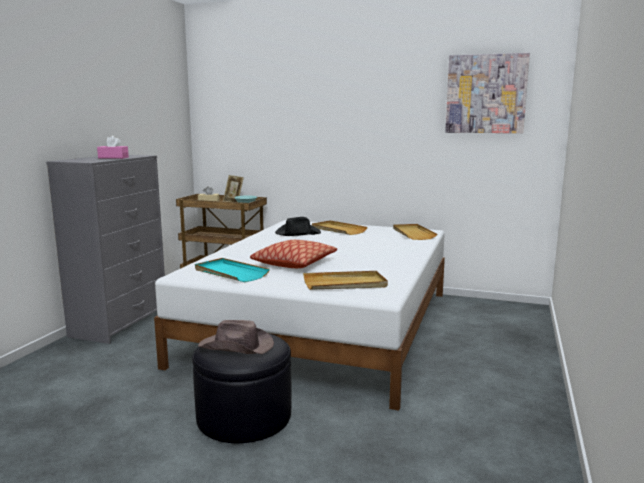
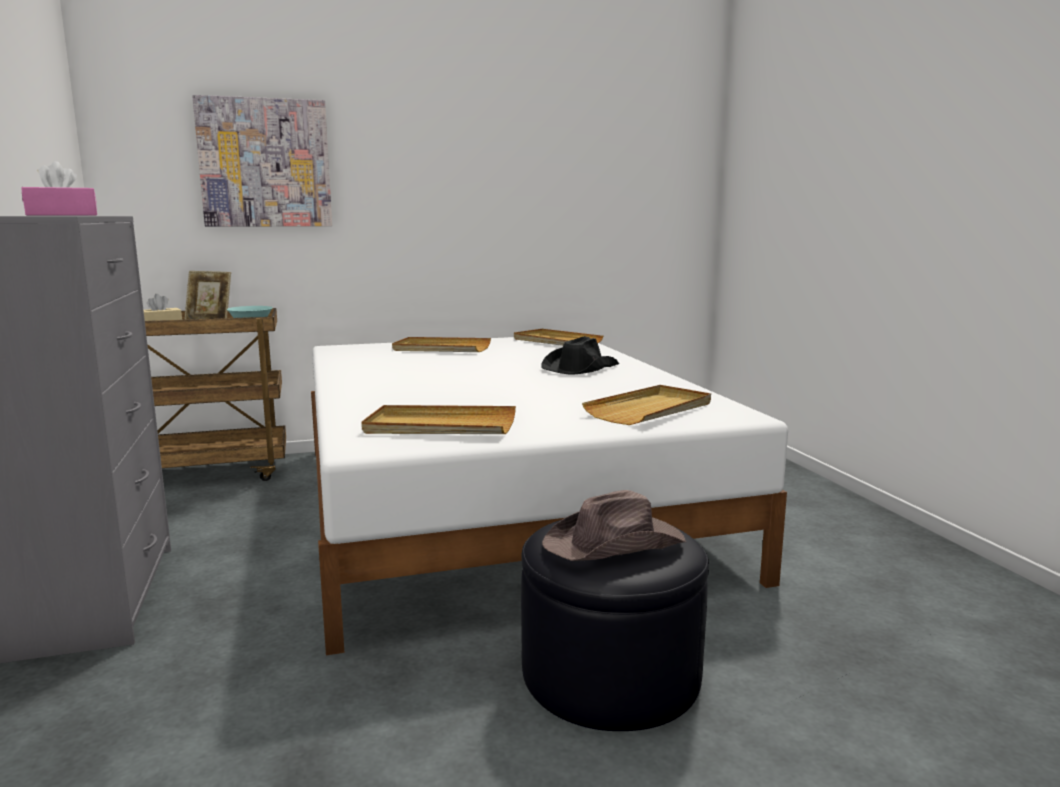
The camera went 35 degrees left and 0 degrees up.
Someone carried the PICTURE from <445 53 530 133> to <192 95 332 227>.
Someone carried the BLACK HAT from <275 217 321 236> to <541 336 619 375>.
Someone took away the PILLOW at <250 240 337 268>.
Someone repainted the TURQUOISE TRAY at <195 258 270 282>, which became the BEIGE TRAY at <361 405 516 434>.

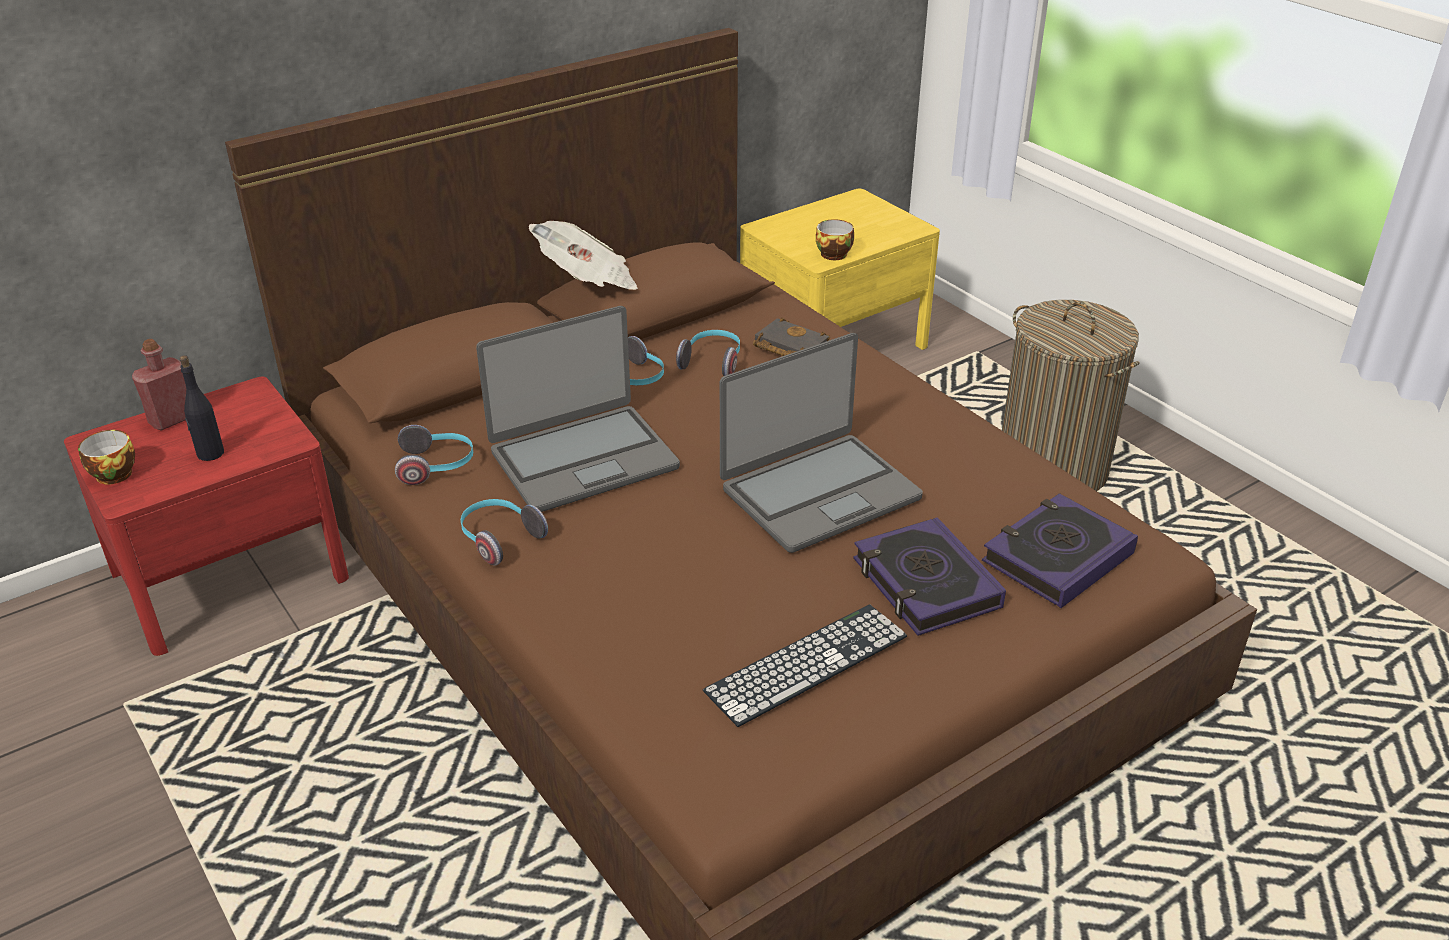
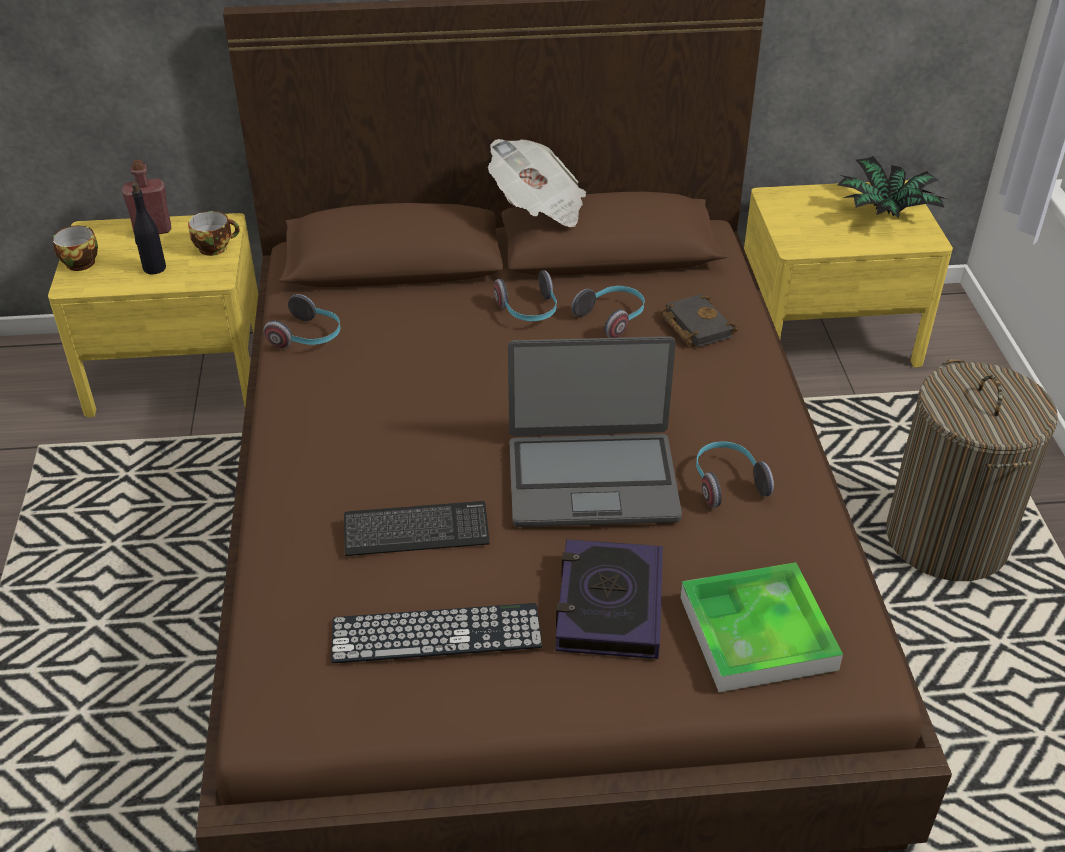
The camera went 30 degrees right and 5 degrees up.
Someone carried the CUP from <816 219 854 260> to <188 211 240 256>.
Someone took away the LAPTOP at <476 306 680 512>.
Someone repainted the RED NIGHTSTAND at <64 377 349 656>, which became the YELLOW NIGHTSTAND at <48 213 258 417>.
Someone swapped the BOOK at <982 493 1138 608> for the TRAY at <680 562 843 692>.
Someone carried the HEADPHONES from <461 499 548 565> to <696 441 774 508>.
Someone put down the POTTED PLANT at <838 156 946 218>.
Someone put down the KEYBOARD at <344 501 490 556>.

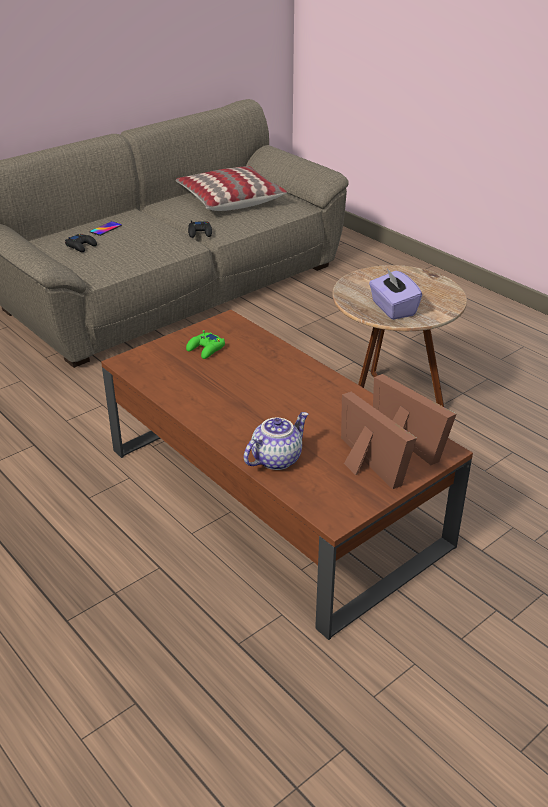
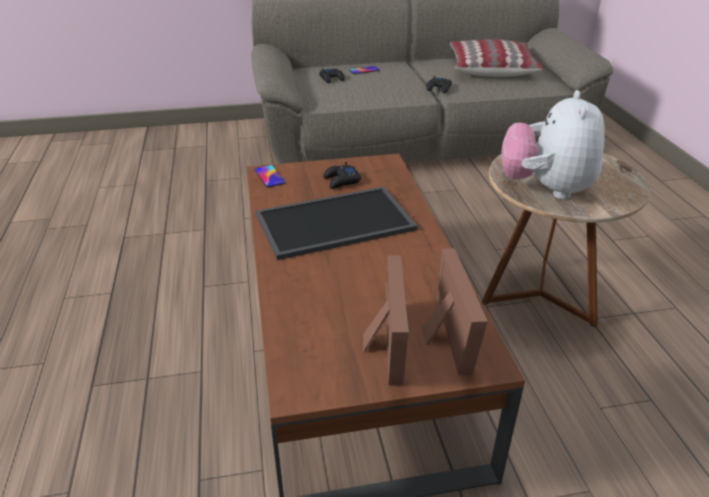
The camera went 30 degrees right and 0 degrees up.
Someone swapped the PURPLE TISSUE BOX at <369 268 422 320> for the PLUSH TOY at <501 90 605 200>.
Someone repainted the GREEN GAME CONTROLLER at <186 330 225 359>, which became the BLACK GAME CONTROLLER at <323 162 361 189>.
Someone took away the TEAPOT at <244 412 308 470>.
Someone put down the PHONE at <254 165 285 188>.
Someone put down the TRAY at <255 187 418 260>.

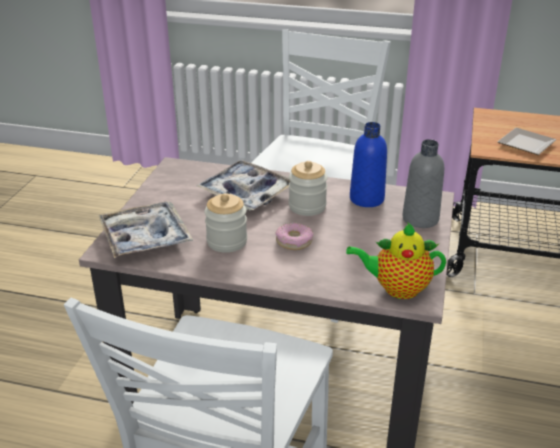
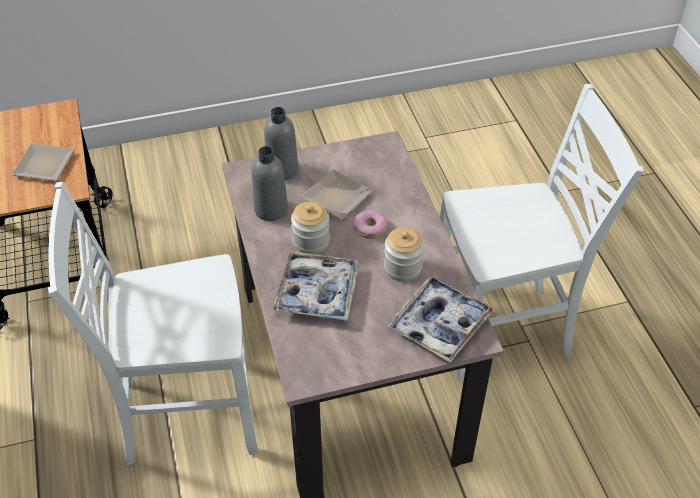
The camera went 120 degrees left and 15 degrees up.
Someone repainted the BLUE BOTTLE at <350 122 387 207>, which became the GREY BOTTLE at <252 146 288 221>.
Someone took away the TEAPOT at <346 222 446 299>.
Someone put down the PLATE at <301 169 373 220>.

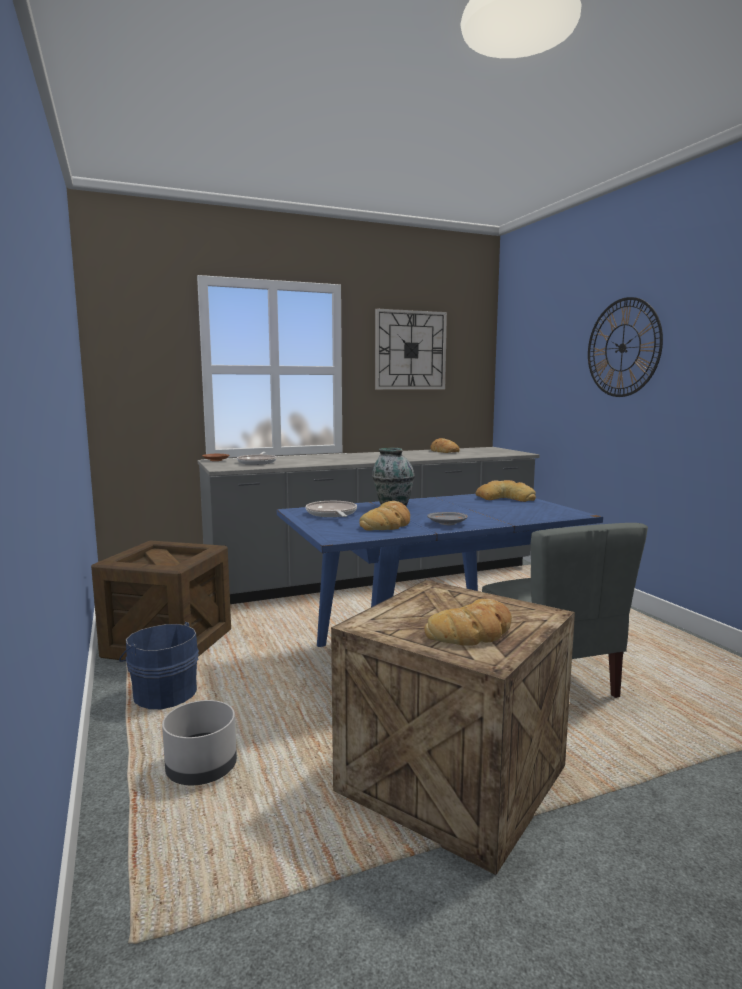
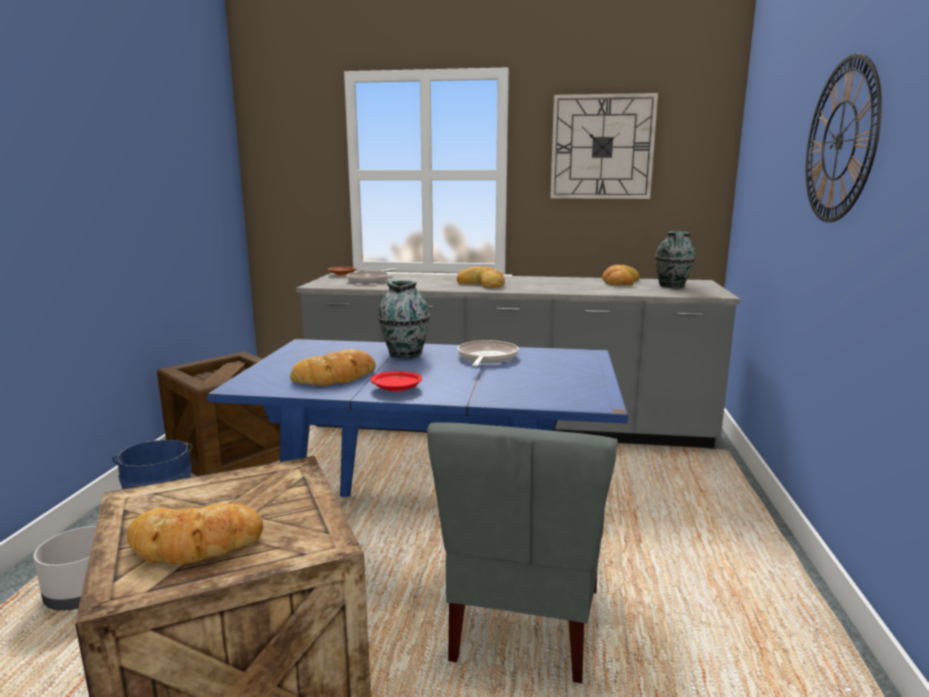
The camera went 30 degrees right and 5 degrees up.
Someone carried the BREAD from <476 480 536 502> to <457 266 505 288>.
Someone carried the FRYING PAN from <305 501 357 517> to <457 340 519 367>.
Someone repainted the GREY PLATE at <427 512 468 525>, which became the RED PLATE at <371 371 422 392>.
Someone put down the VASE at <655 231 696 288>.

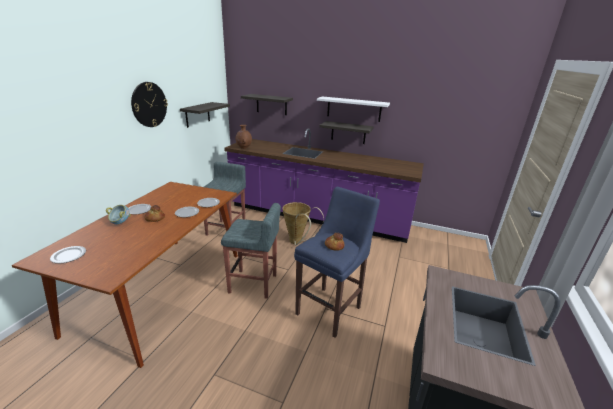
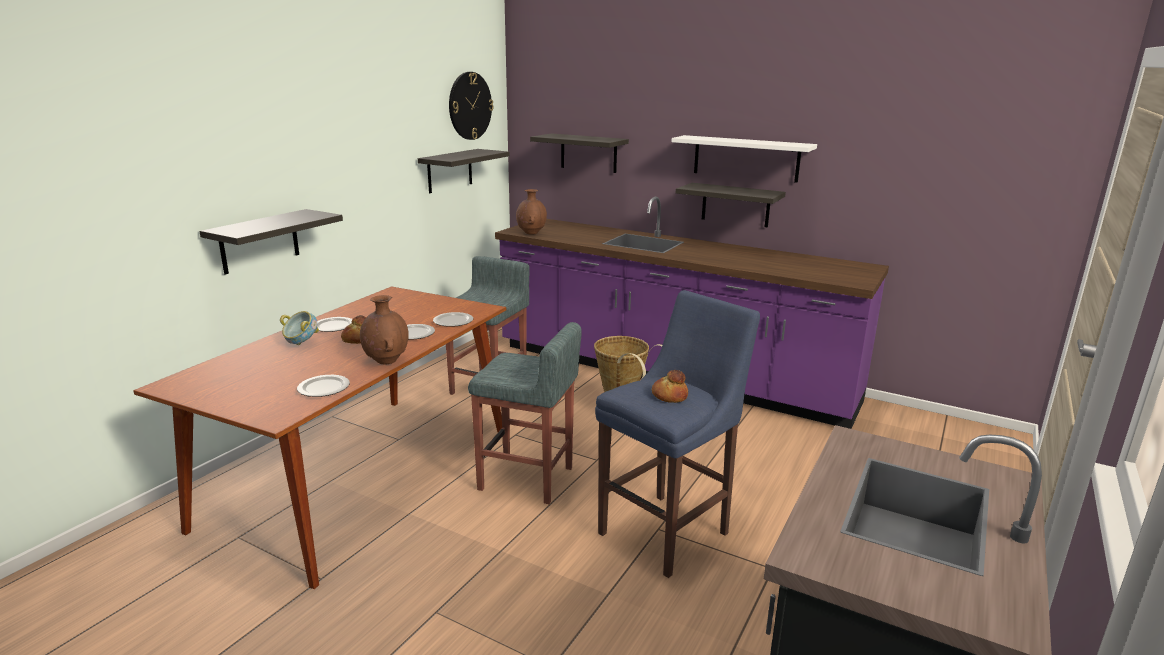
The camera went 10 degrees right and 5 degrees down.
Someone carried the WALL CLOCK from <131 82 168 127> to <449 72 494 140>.
Someone carried the PLATE from <50 246 86 263> to <297 375 350 397>.
Someone put up the SHELF at <199 209 343 275>.
Someone put down the BROWN VASE at <360 295 408 365>.

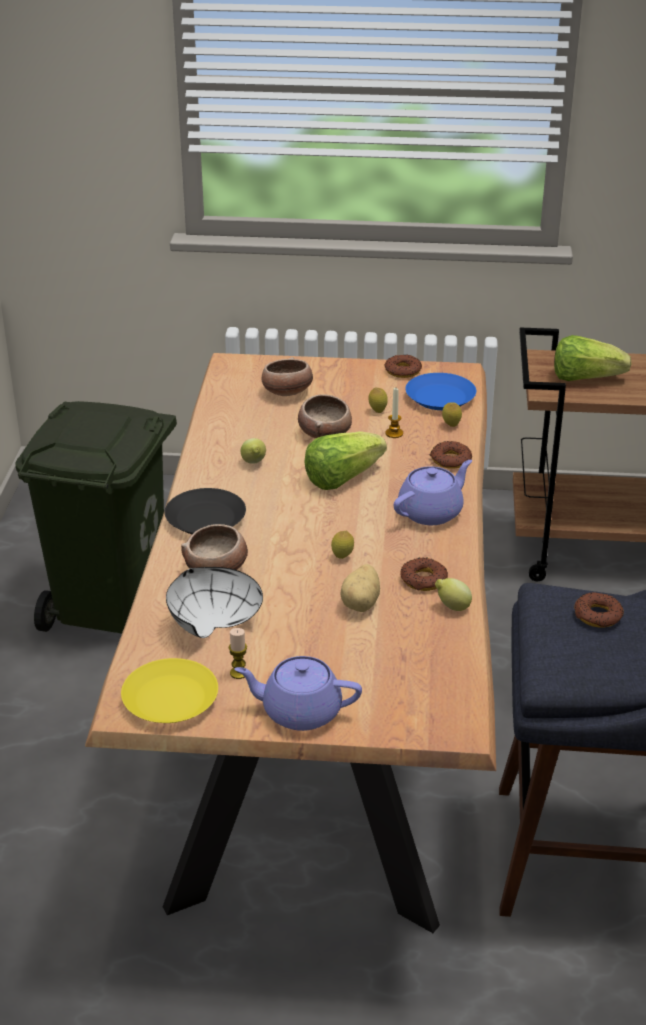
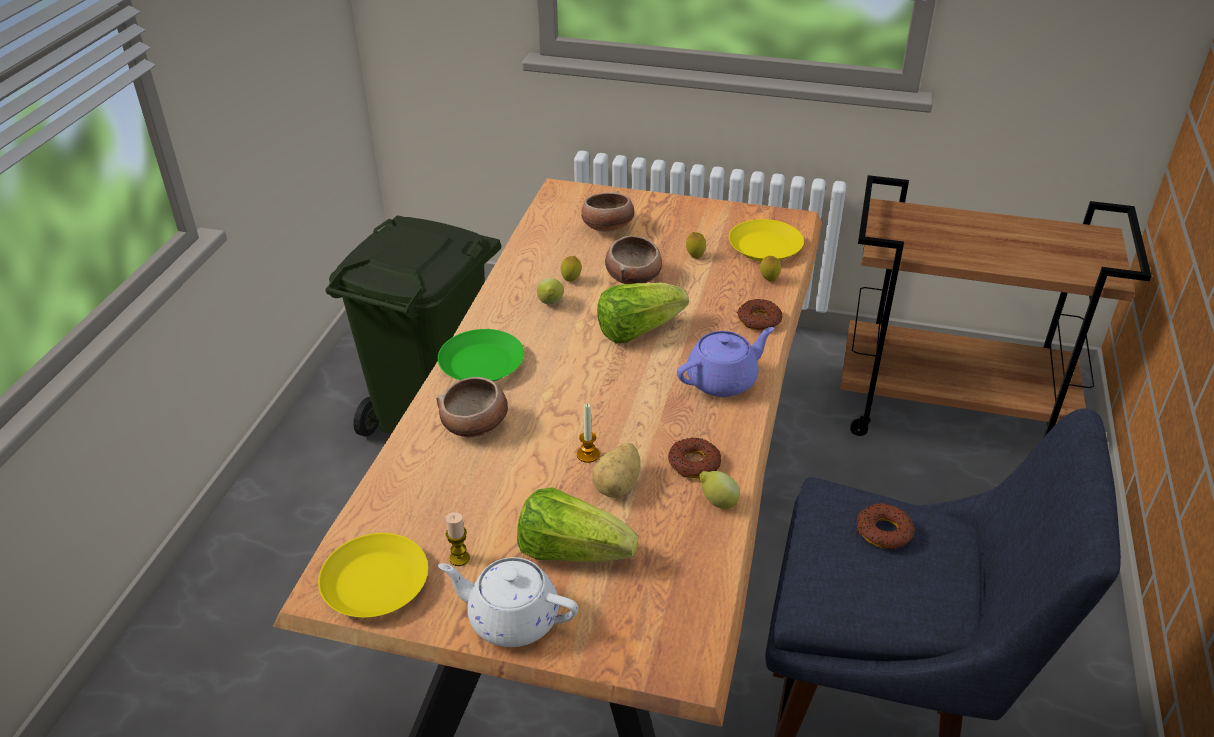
The camera went 10 degrees right and 5 degrees up.
Someone carried the LETTUCE from <554 335 631 381> to <517 487 638 562>.
Someone took away the DONUT at <384 355 422 378>.
Someone repainted the BLUE PLATE at <406 373 476 410>, which became the YELLOW PLATE at <729 219 804 261>.
Someone carried the CANDLE from <386 388 403 438> to <577 403 600 463>.
Someone repainted the BLACK PLATE at <165 488 246 534>, which became the GREEN PLATE at <438 329 524 381>.
Someone carried the LEMON from <331 531 354 559> to <561 256 582 282>.
Someone took away the WHITE BOWL at <166 567 263 638>.
Someone repainted the PURPLE TEAPOT at <234 656 362 731>, which became the WHITE TEAPOT at <438 557 578 647>.

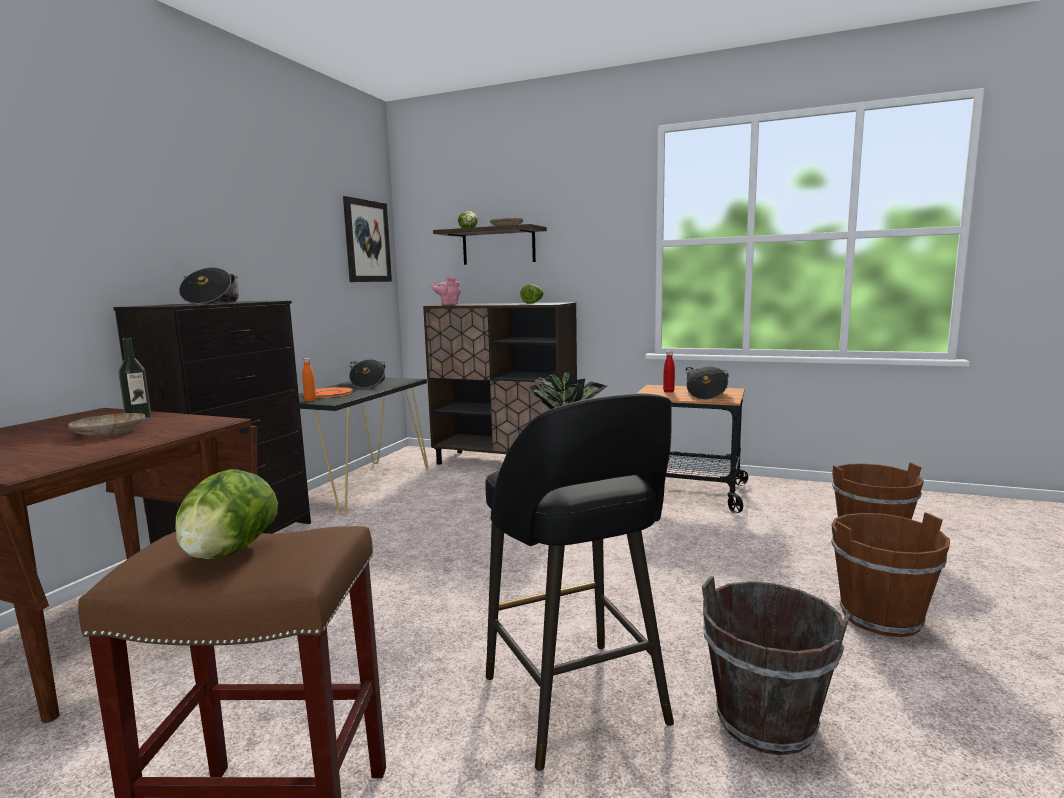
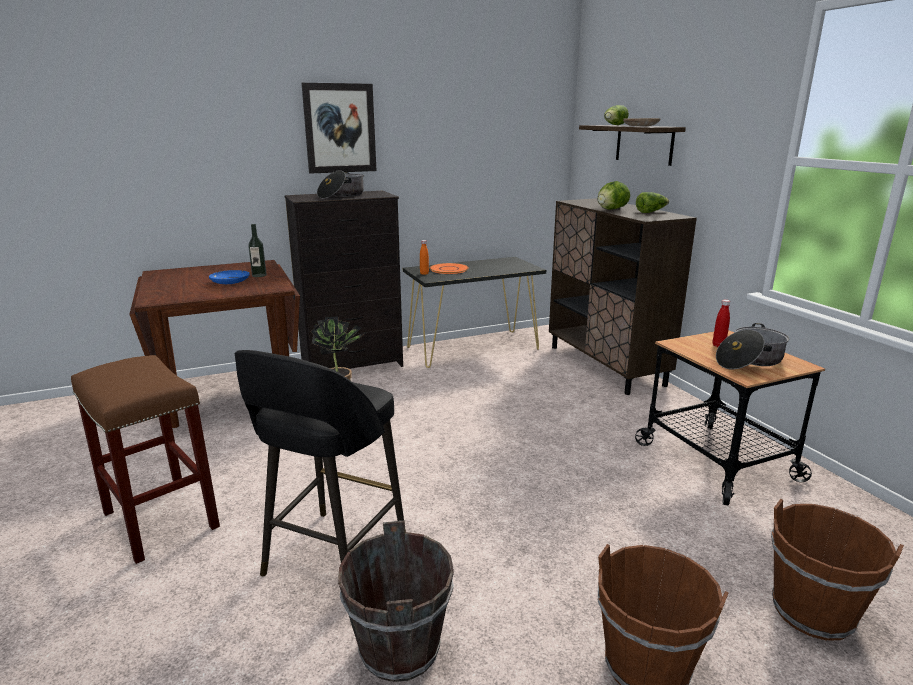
The camera went 45 degrees right and 10 degrees up.
Someone carried the PICTURE from <343 196 392 282> to <301 83 376 174>.
Someone took away the PINK TEAPOT at <431 277 461 305>.
Someone took away the COOKING POT at <349 359 385 388>.
Someone repainted the BEIGE PLATE at <68 413 145 436>, which became the BLUE PLATE at <209 270 250 284>.
Someone carried the LETTUCE from <175 469 278 560> to <597 181 630 209>.

